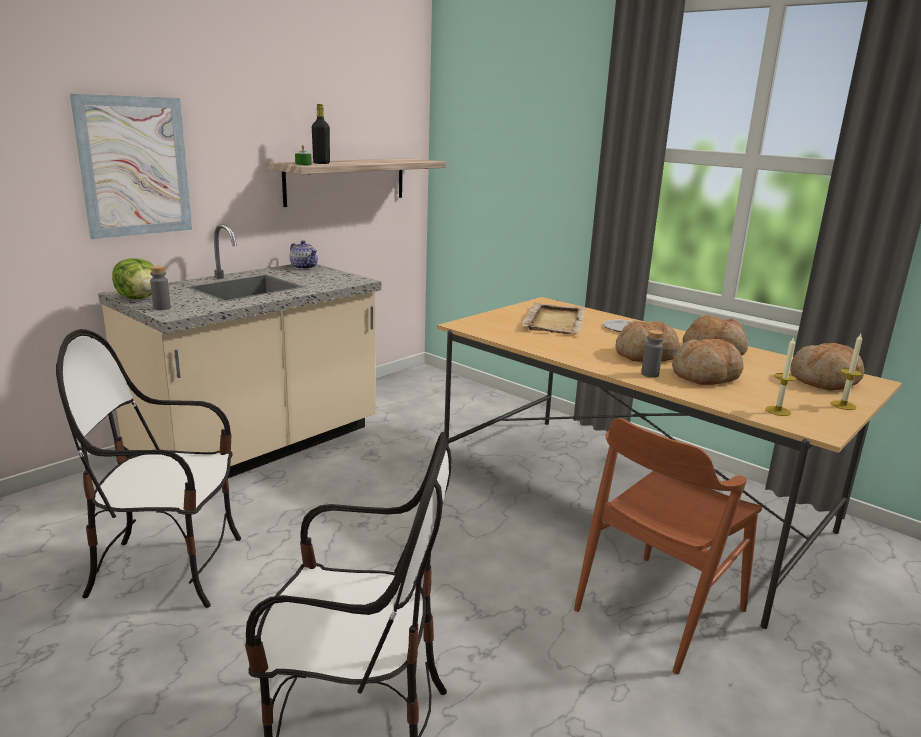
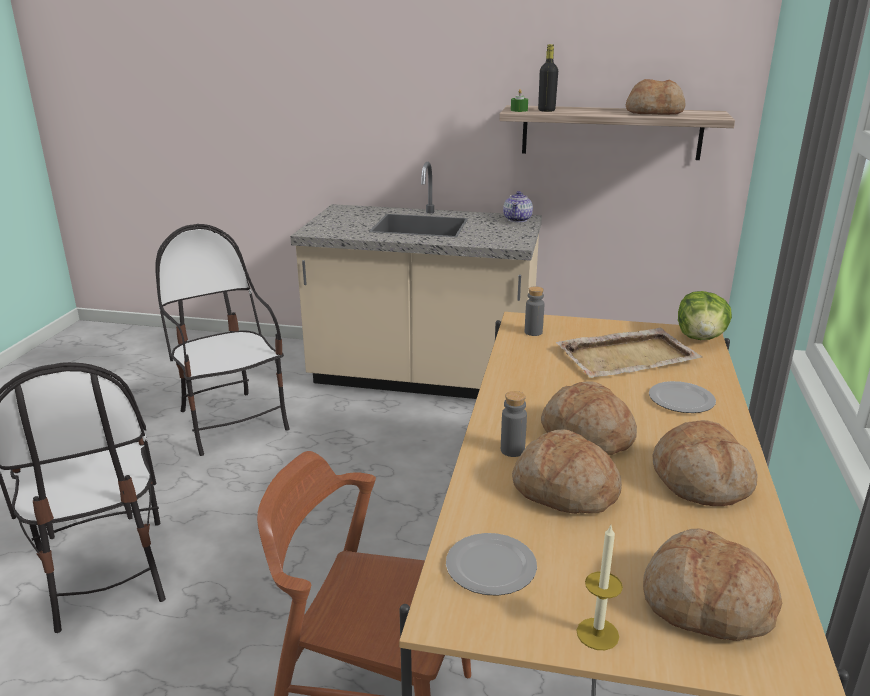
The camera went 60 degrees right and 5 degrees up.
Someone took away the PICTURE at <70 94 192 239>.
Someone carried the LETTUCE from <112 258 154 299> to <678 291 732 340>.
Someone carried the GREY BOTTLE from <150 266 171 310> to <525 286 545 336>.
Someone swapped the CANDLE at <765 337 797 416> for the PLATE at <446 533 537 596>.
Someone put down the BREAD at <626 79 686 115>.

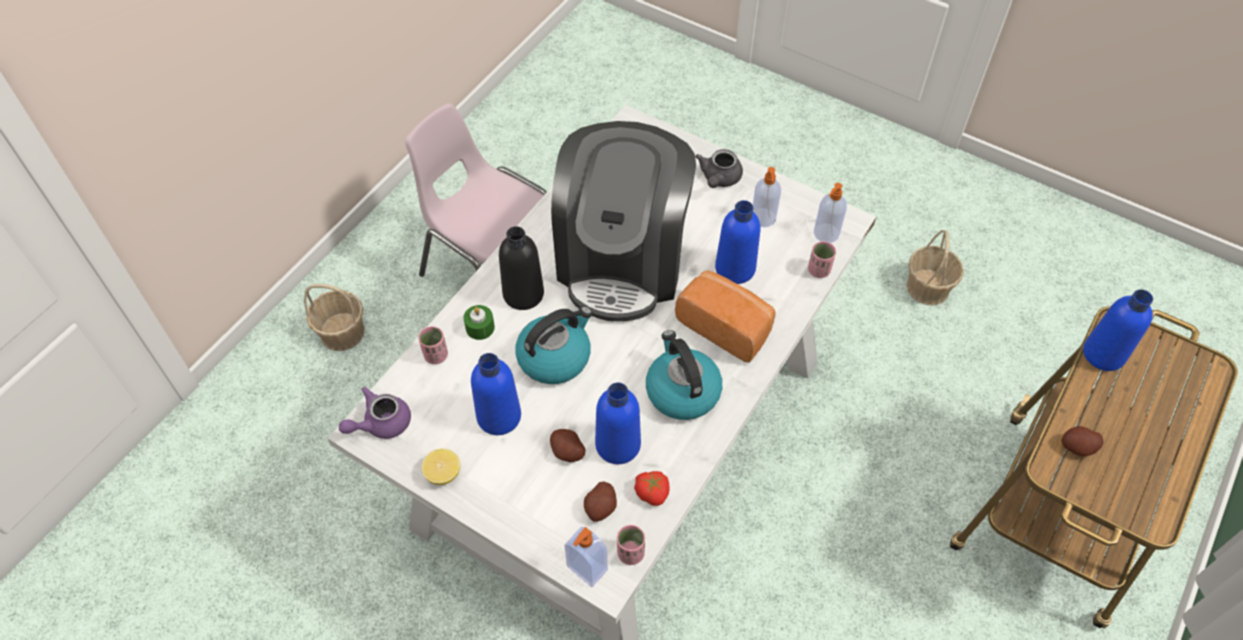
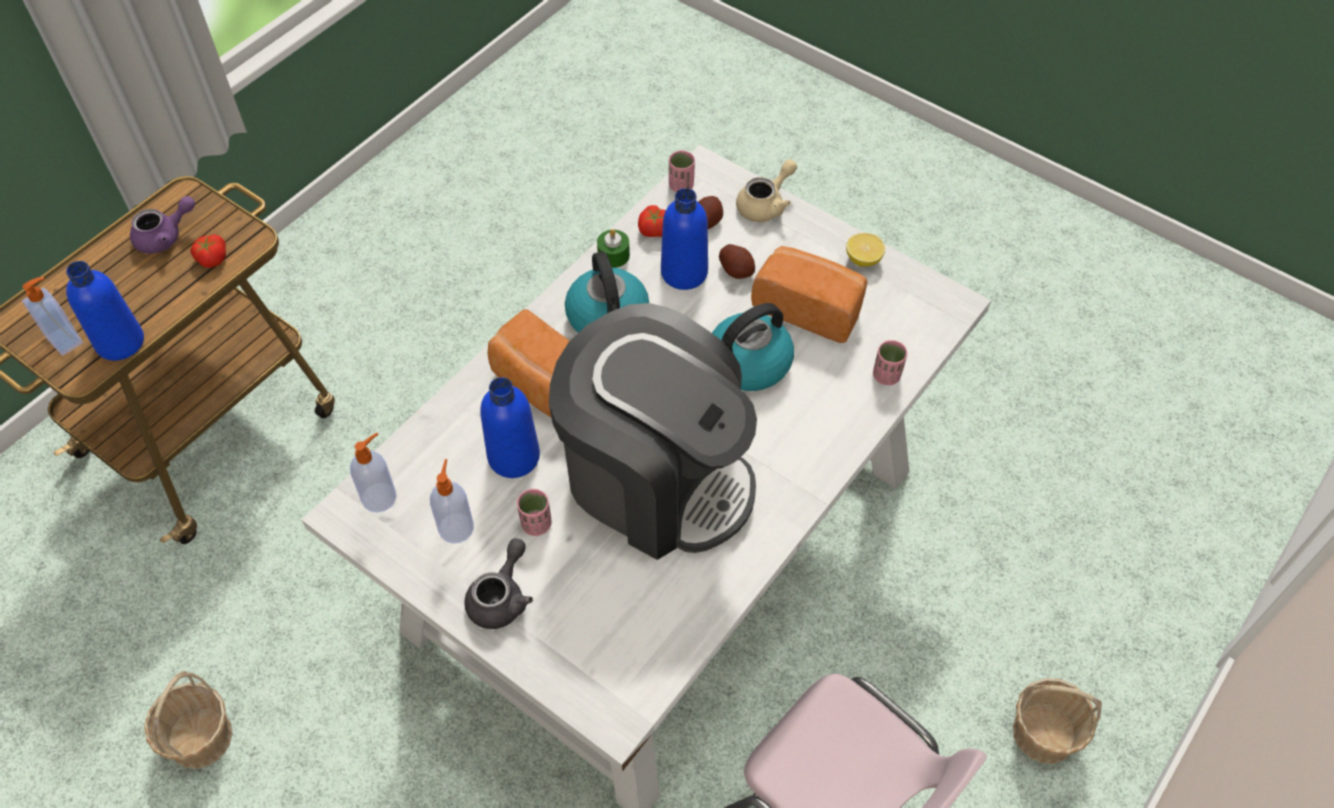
The camera went 175 degrees left and 0 degrees up.
Someone rotated the COFFEE MACHINE at <551 121 696 322> by 105 degrees clockwise.
Someone took away the BLACK BOTTLE at <499 226 544 310>.
Someone carried the PINK CUP from <808 241 836 278> to <517 489 552 536>.
Someone carried the GREEN CANDLE from <464 305 495 340> to <597 229 630 268>.
Someone swapped the BLUE BOTTLE at <471 353 521 435> for the BREAD at <751 246 867 343>.
Someone carried the PURPLE TEAPOT from <339 387 411 439> to <130 196 195 254>.
Someone swapped the POTATO at <1061 426 1103 456> for the TOMATO at <190 234 226 268>.
Someone carried the SOAP DISPENSER from <564 527 608 587> to <22 277 83 356>.
Someone put down the BEIGE TEAPOT at <736 159 797 222>.

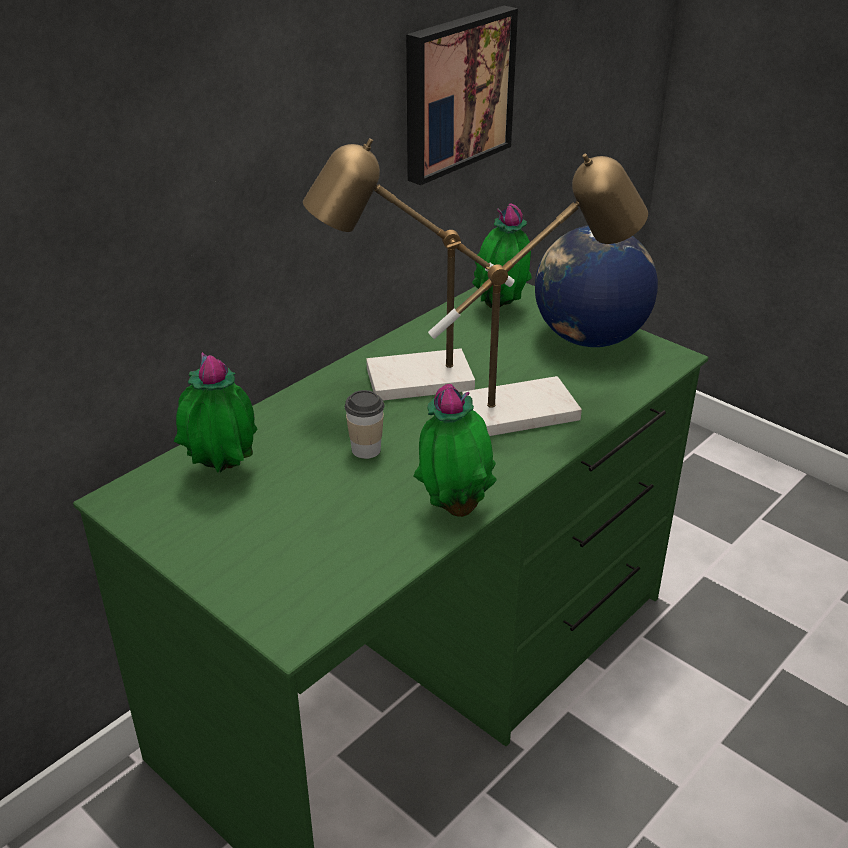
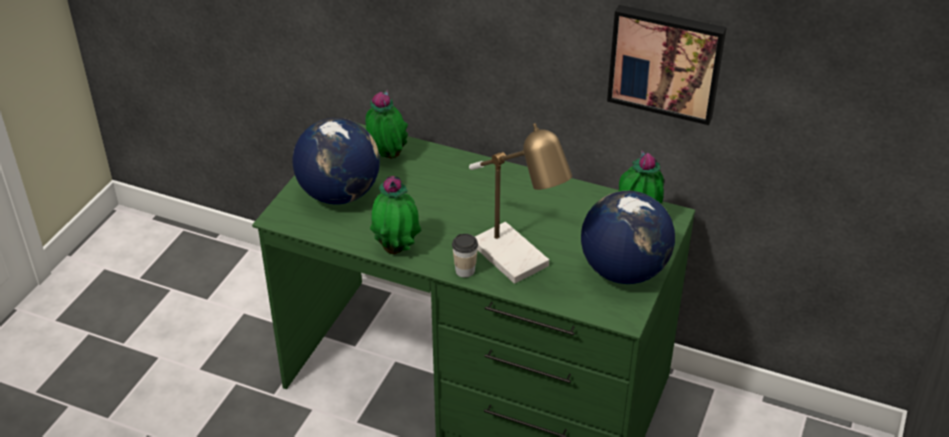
The camera went 70 degrees right and 5 degrees up.
Someone took away the TABLE LAMP at <303 138 515 401>.
Someone carried the CUP from <345 390 384 459> to <452 234 478 278>.
Someone put down the GLOBE at <292 118 380 204>.

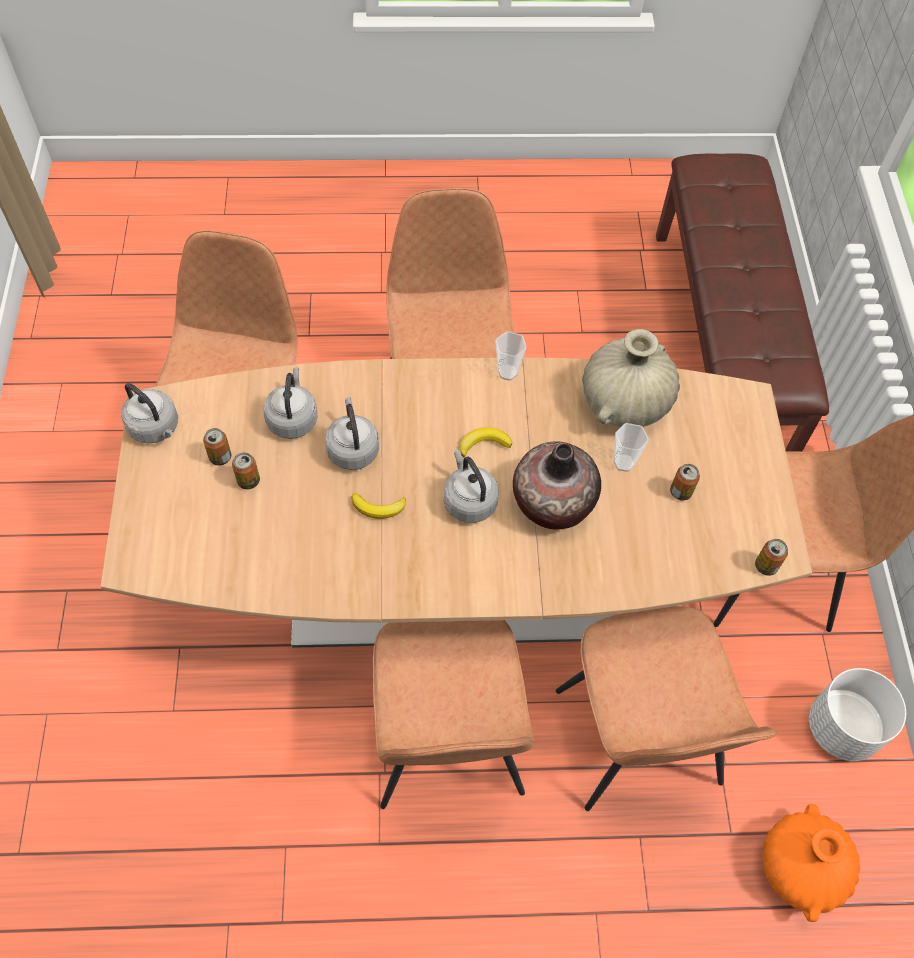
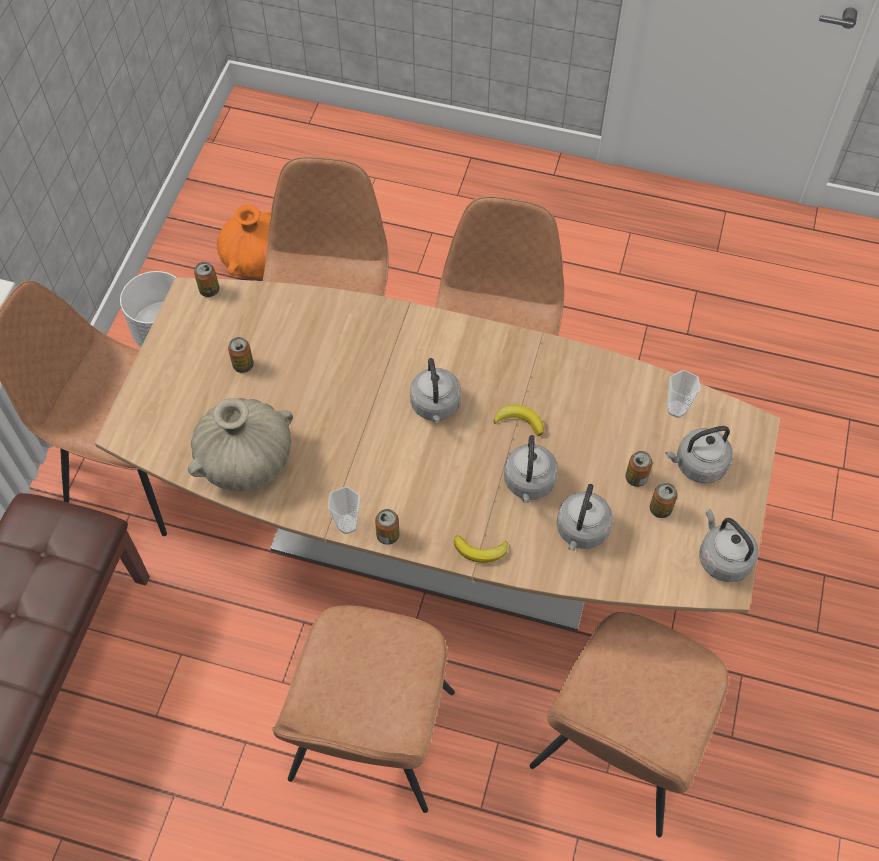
The camera went 160 degrees left and 0 degrees up.
Someone carried the CUP from <614 423 649 472> to <667 370 701 418>.
Someone carried the BANANA from <460 427 512 458> to <454 535 508 563>.
Someone took away the VASE at <513 442 601 529>.
Someone put down the GREY KETTLE at <665 426 733 483>.
Someone put down the CAN at <375 509 399 545>.

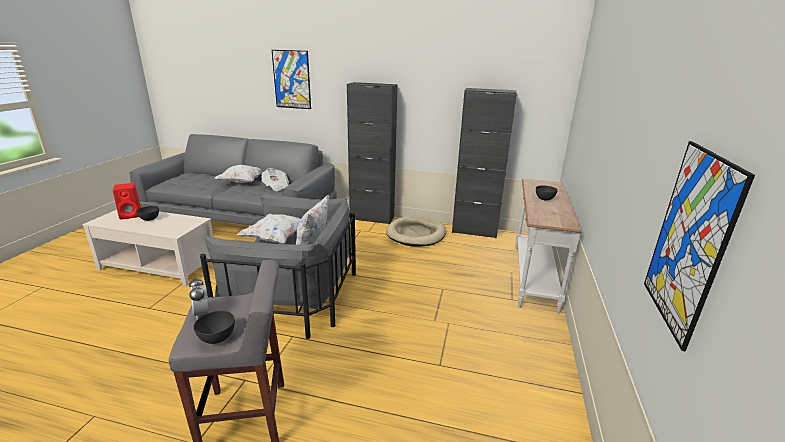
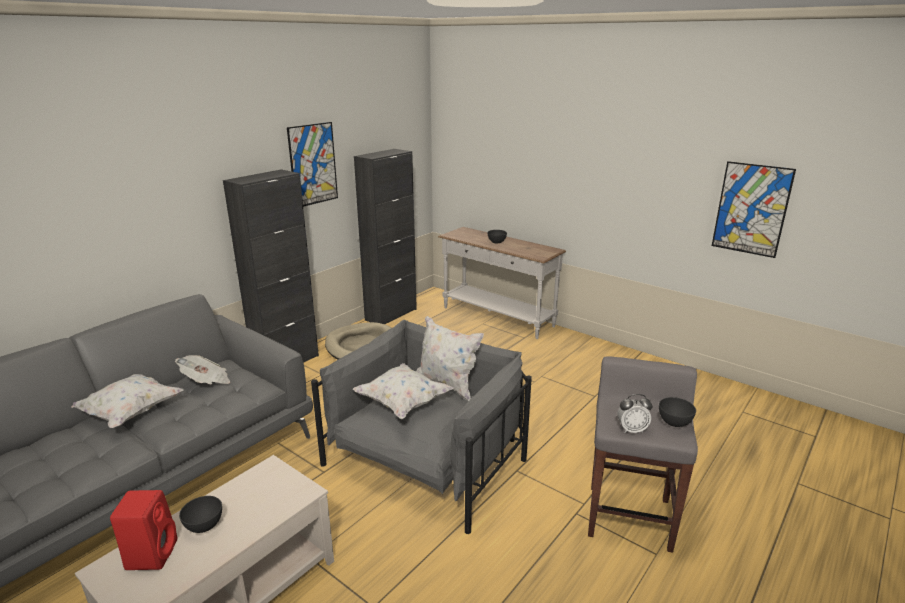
The camera went 65 degrees left and 0 degrees up.
Someone carried the PICTURE from <272 50 311 109> to <287 122 338 207>.

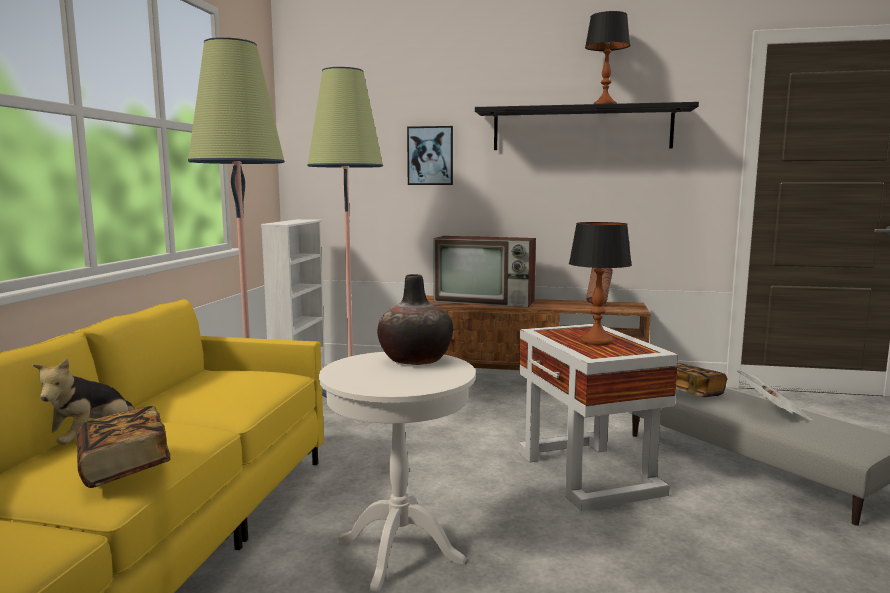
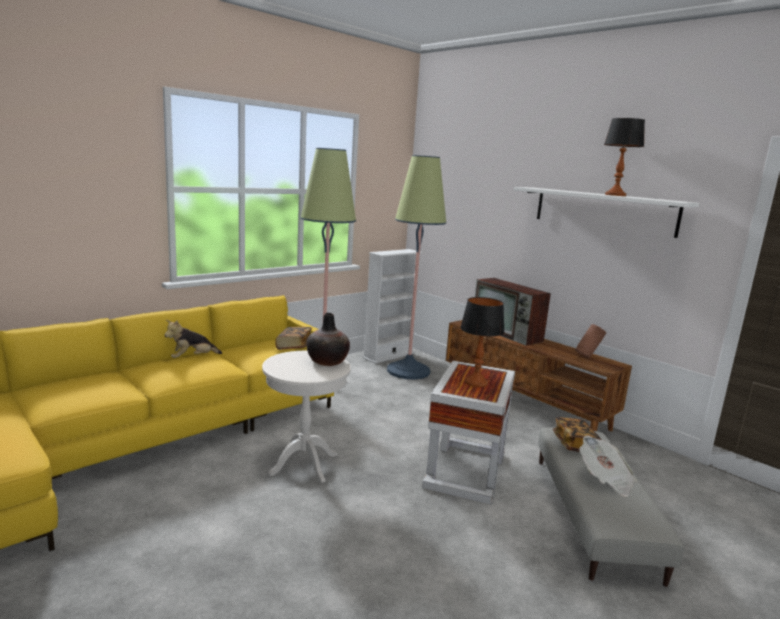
The camera went 35 degrees right and 5 degrees up.
Someone repainted the BLACK SHELF at <475 102 699 150>, which became the WHITE SHELF at <514 187 699 238>.
Someone took away the PICTURE at <407 126 453 185>.
Someone carried the BOOK from <76 406 171 488> to <275 327 312 350>.

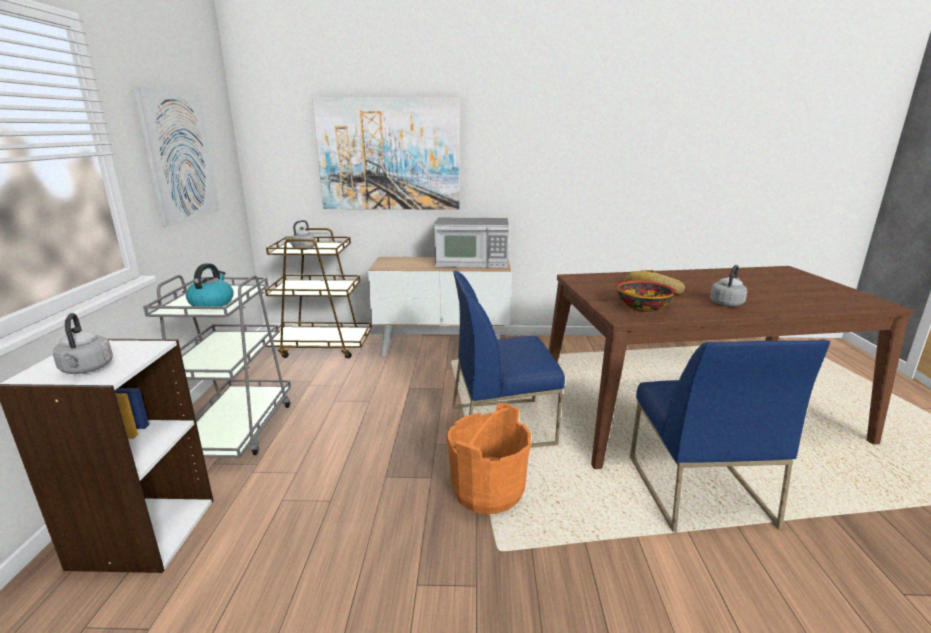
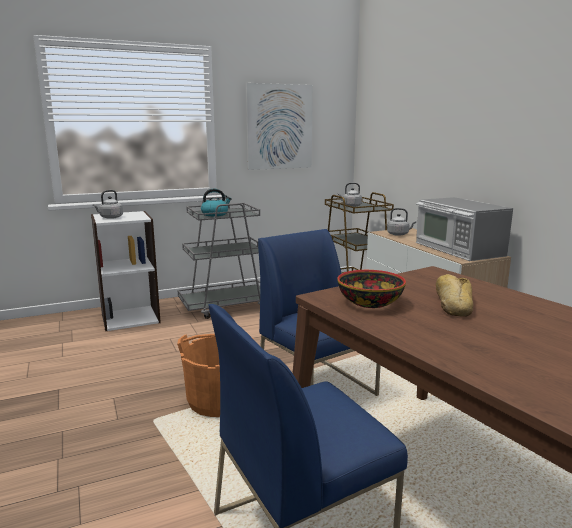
The camera went 65 degrees right and 5 degrees down.
Someone took away the PICTURE at <312 98 459 210>.
Someone carried the GREY KETTLE from <710 265 747 306> to <387 208 416 236>.

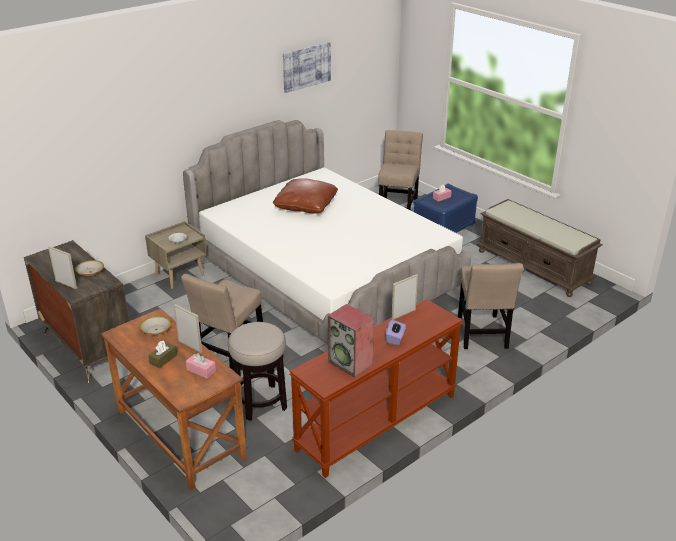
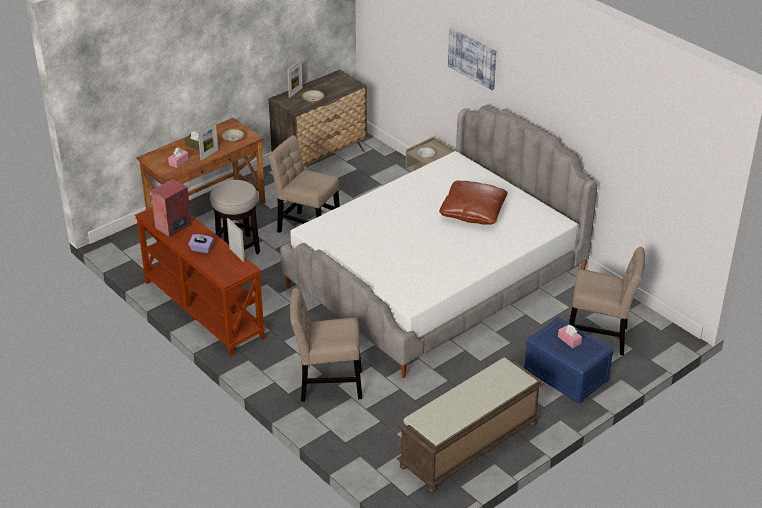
The camera went 90 degrees right and 5 degrees up.
Someone carried the PICTURE from <283 42 331 93> to <448 28 496 90>.

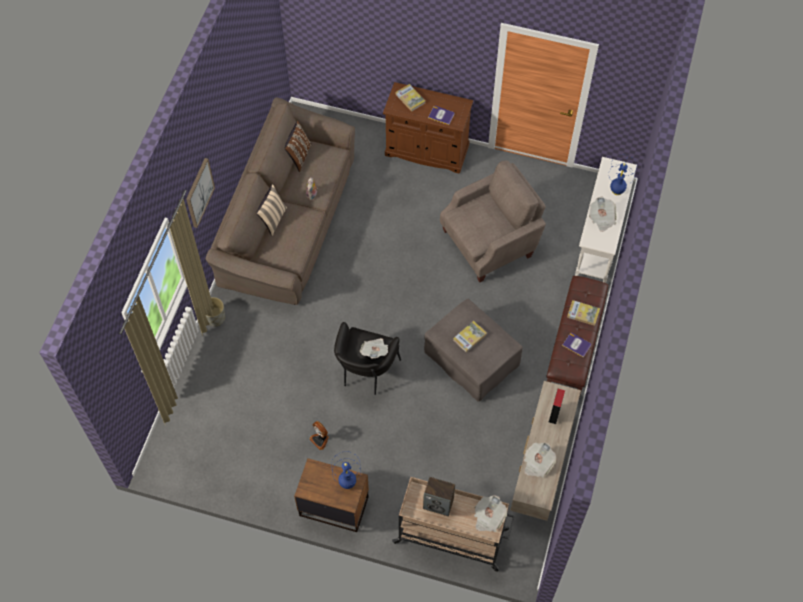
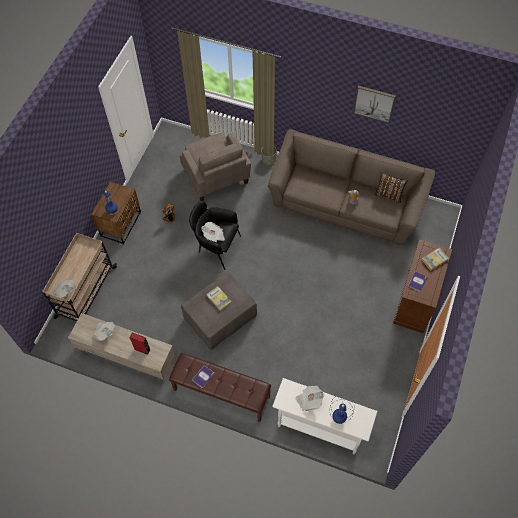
The camera went 95 degrees right and 0 degrees up.
Someone carried the PICTURE from <186 158 215 228> to <354 86 396 123>.
Someone carried the BEIGE ARMCHAIR from <440 160 546 282> to <180 133 251 201>.
Someone took away the BEIGE PILLOW at <257 184 287 236>.
Someone took away the BOOK at <567 300 600 326>.
Someone took away the SPEAKER at <423 477 455 516>.

